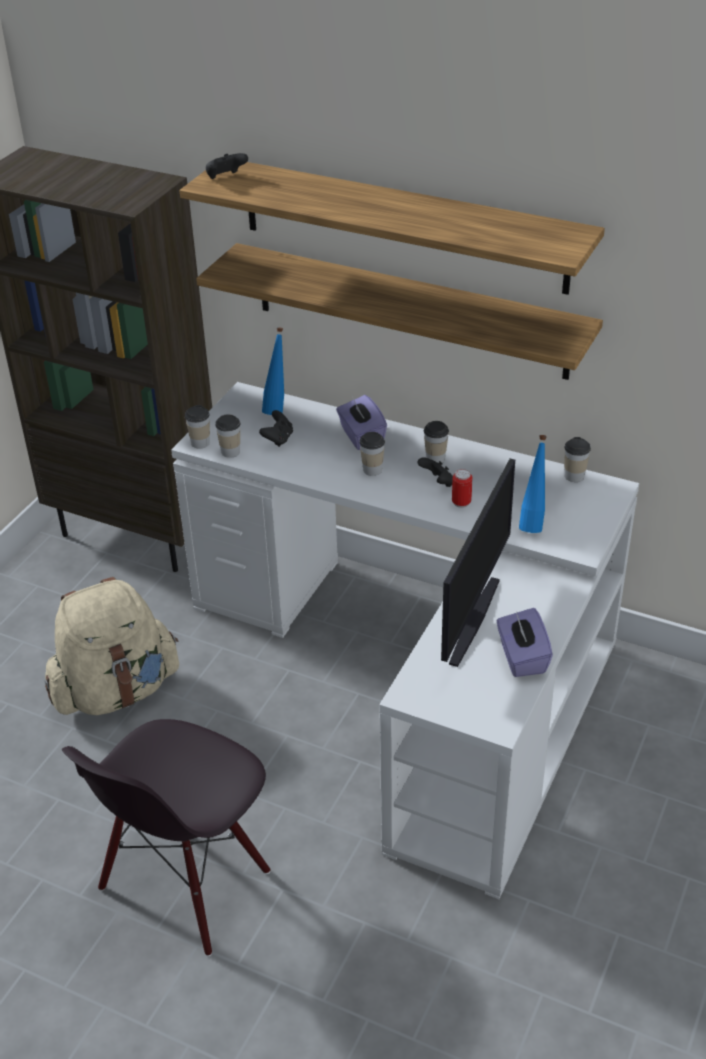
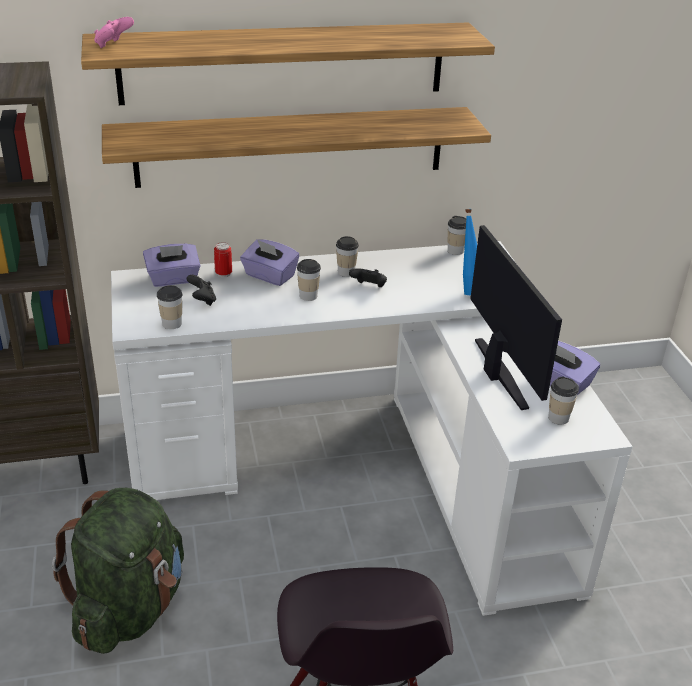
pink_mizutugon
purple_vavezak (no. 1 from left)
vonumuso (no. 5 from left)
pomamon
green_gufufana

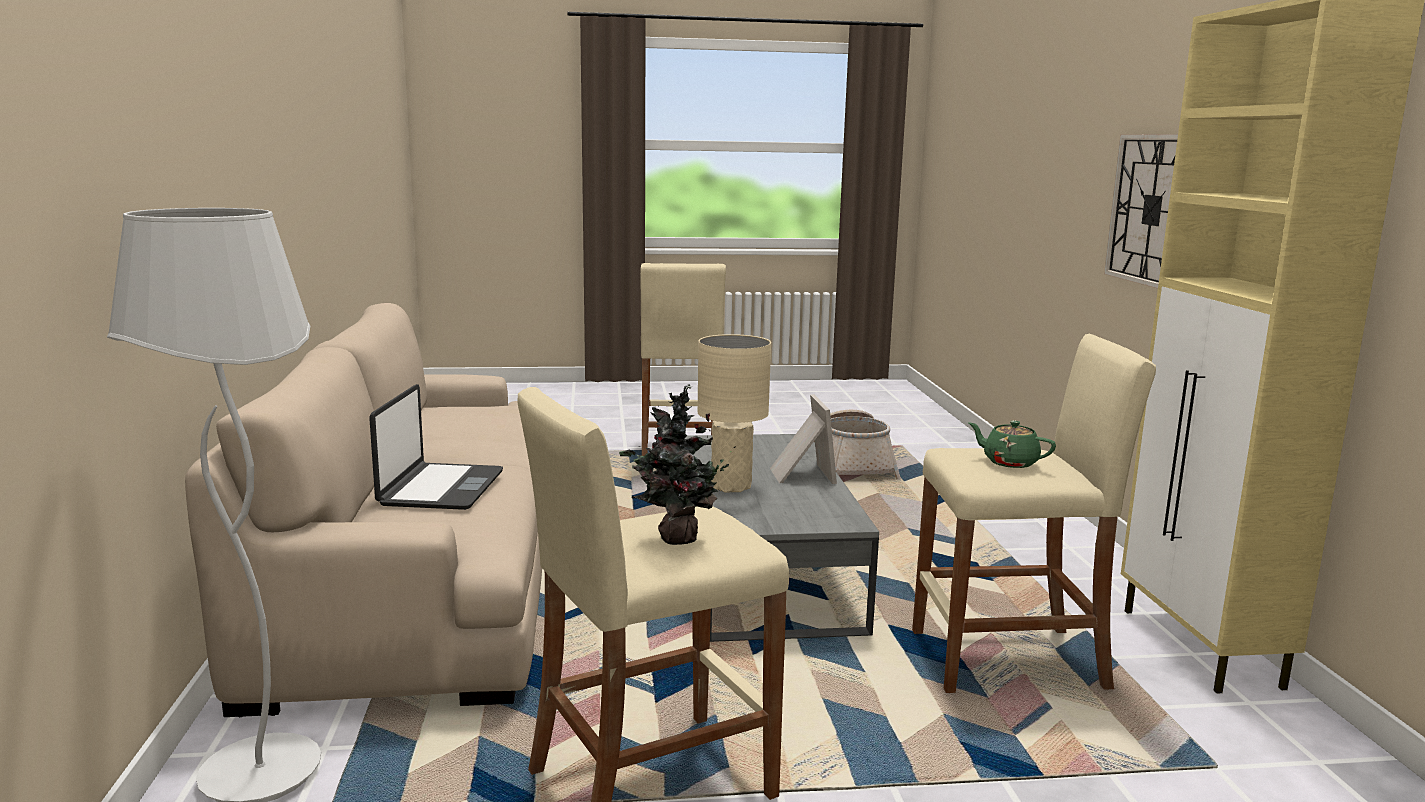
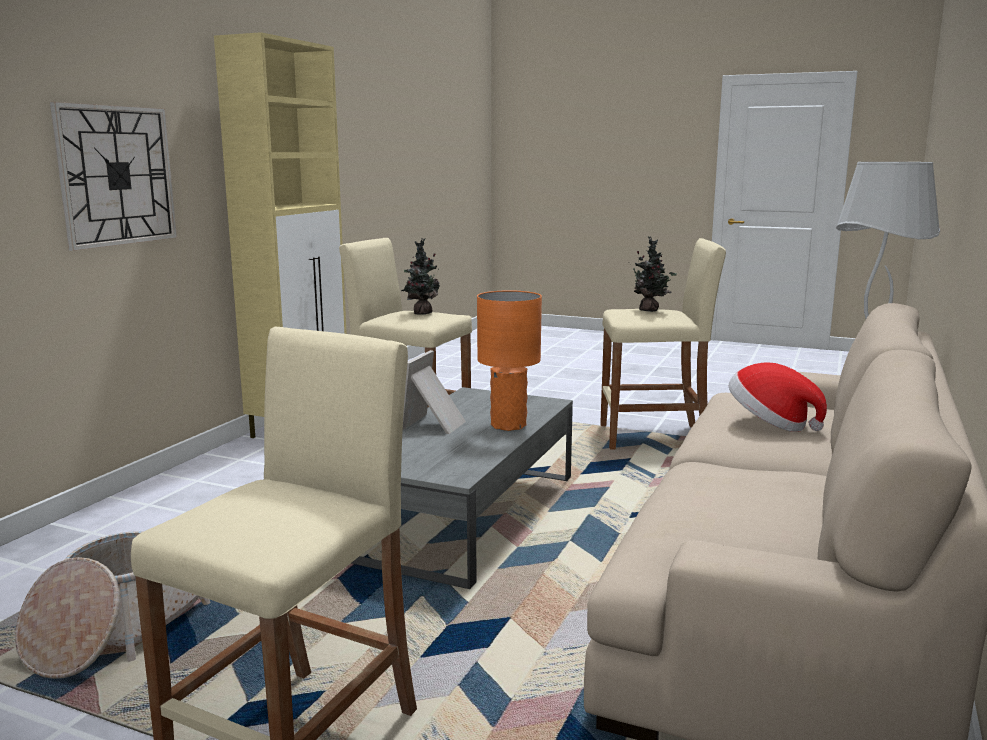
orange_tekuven
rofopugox
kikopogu (no. 1 from left)

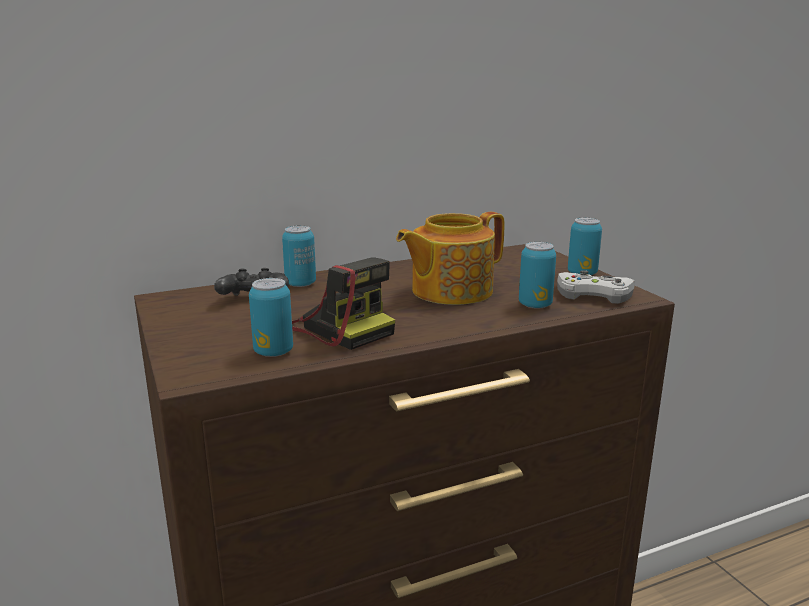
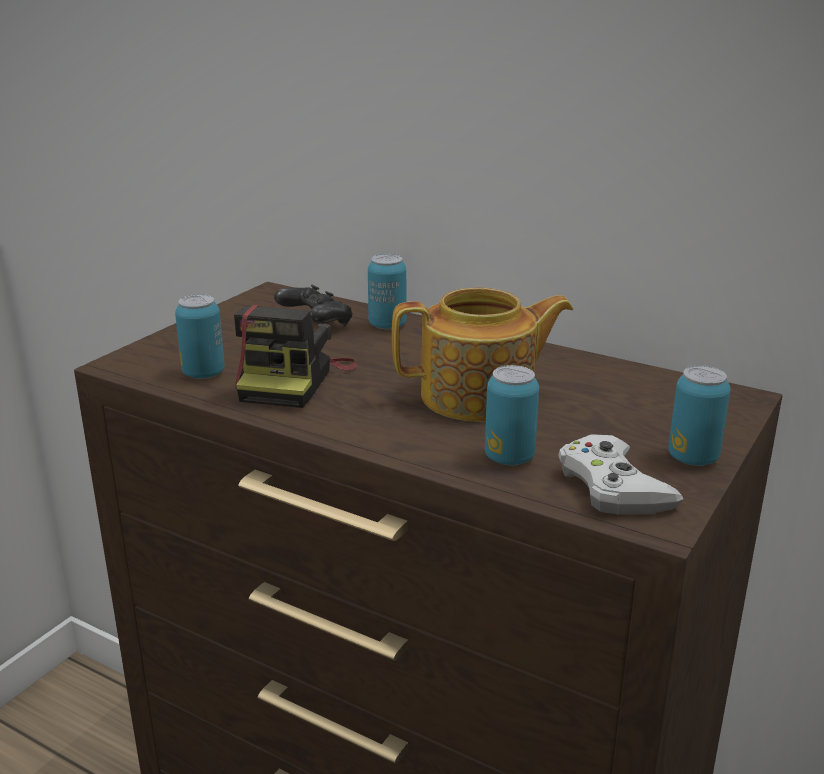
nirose

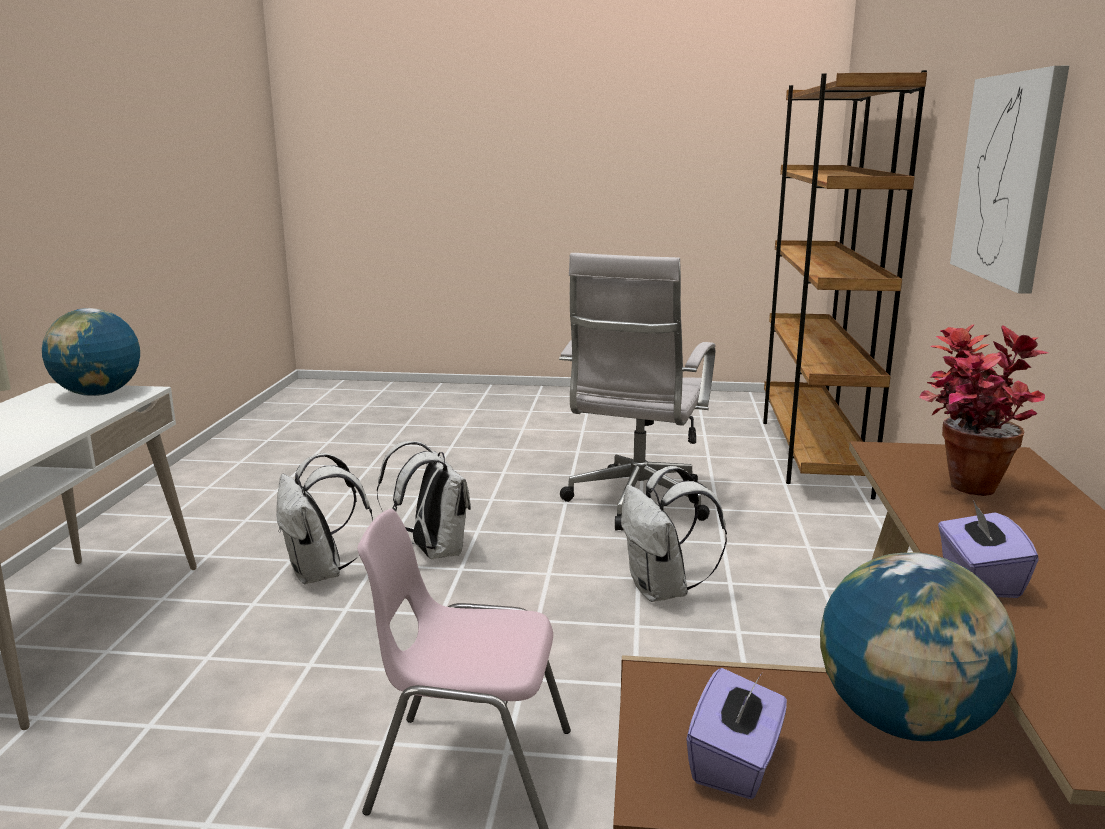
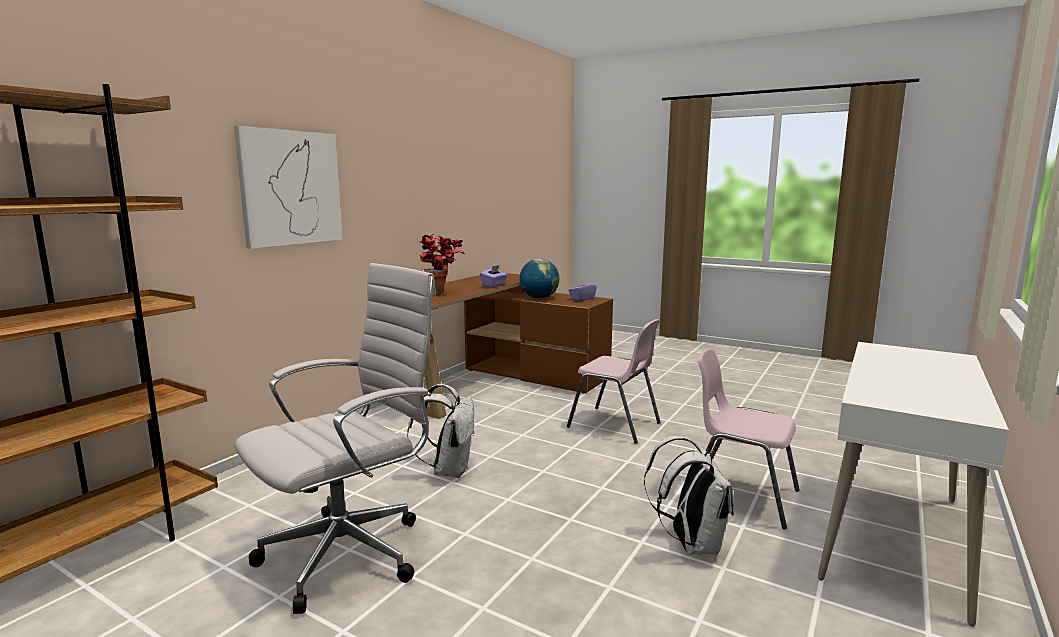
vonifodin (no. 1 from left in the first image)
white_gufufana (no. 2 from left in the first image)
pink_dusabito (no. 2 from left)

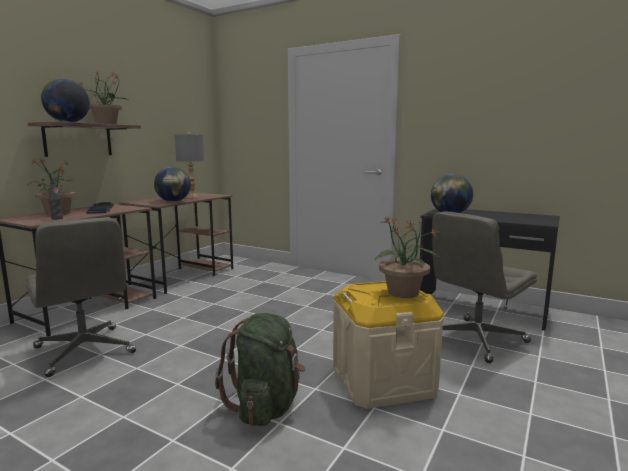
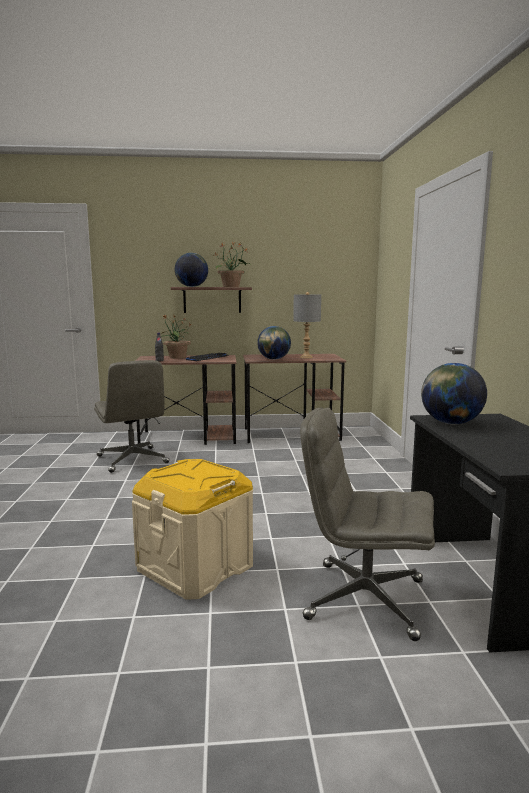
kikopogu (no. 3 from left in the first image)
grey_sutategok (no. 1 from left)
green_gufufana

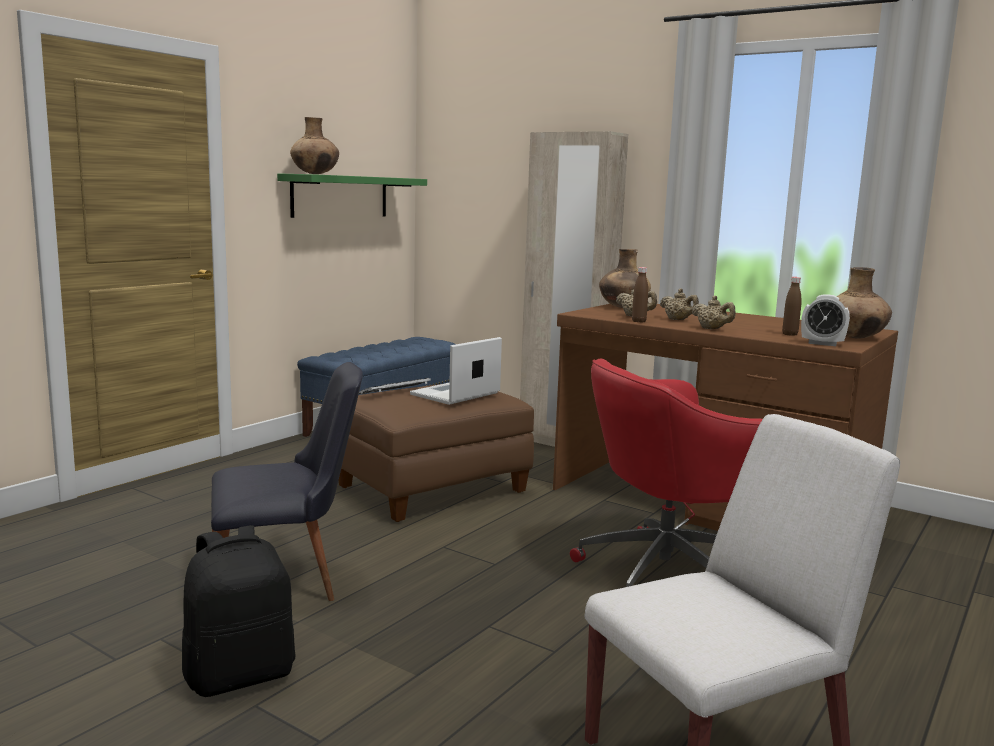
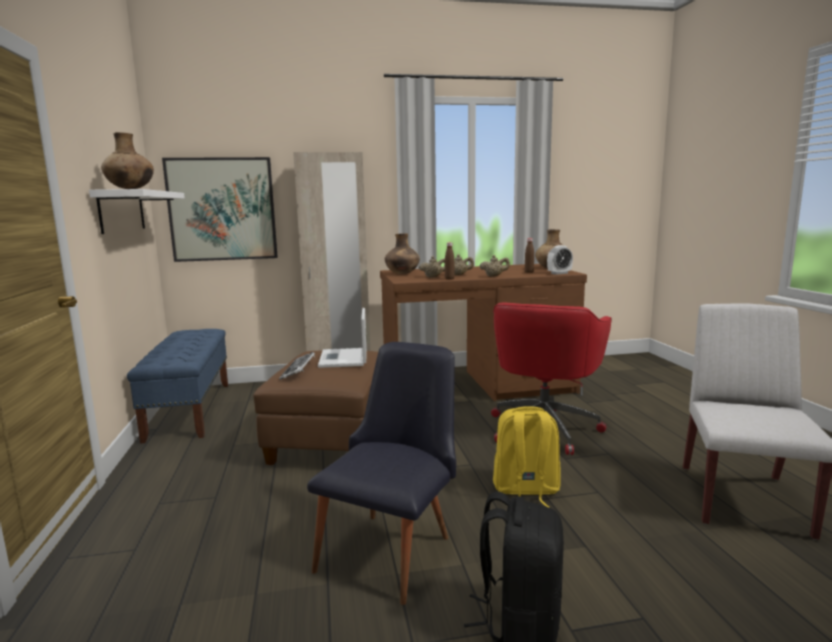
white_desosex
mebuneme
yellow_gufufana

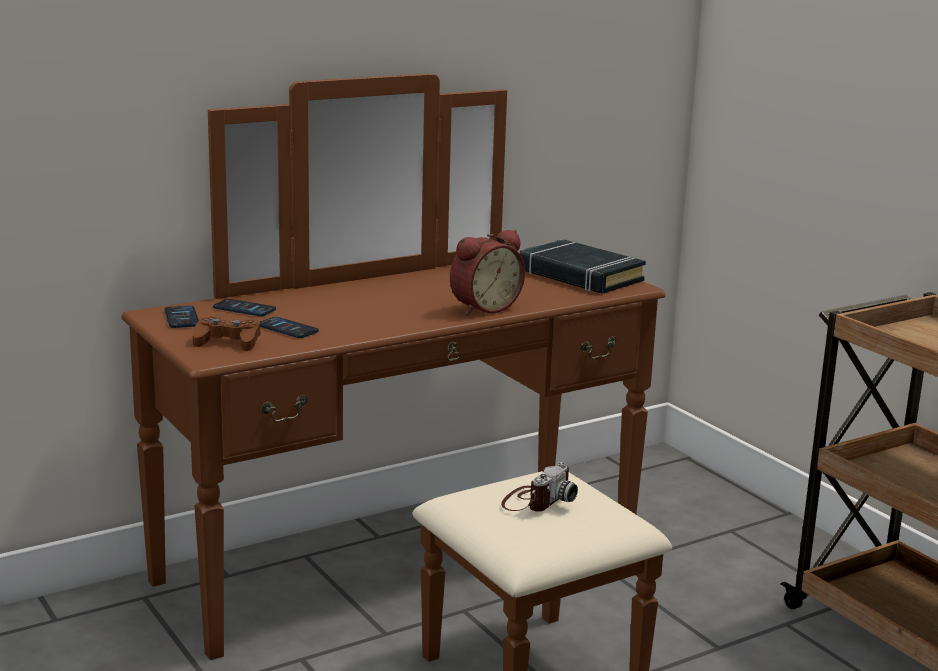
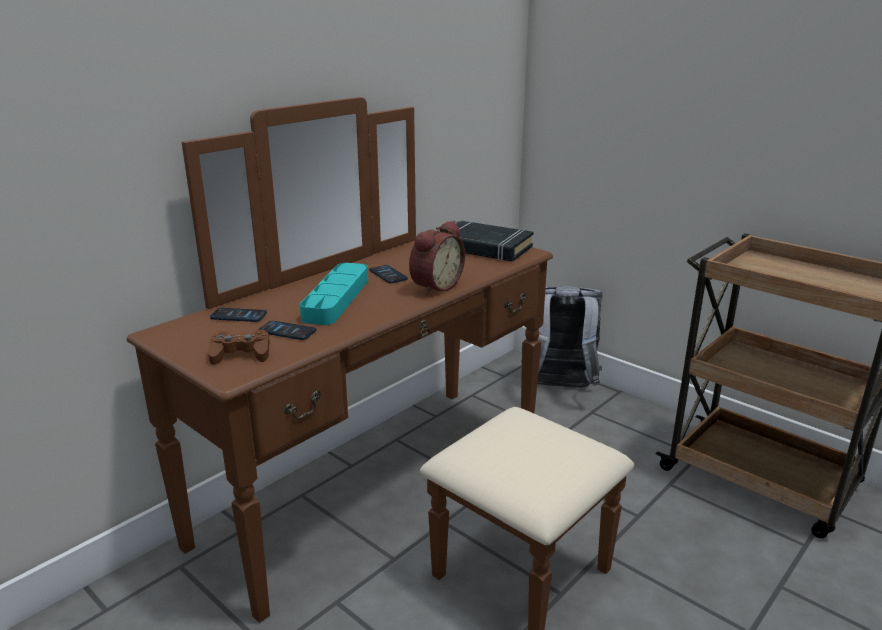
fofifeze (no. 3 from left)
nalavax
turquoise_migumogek
grey_gufufana

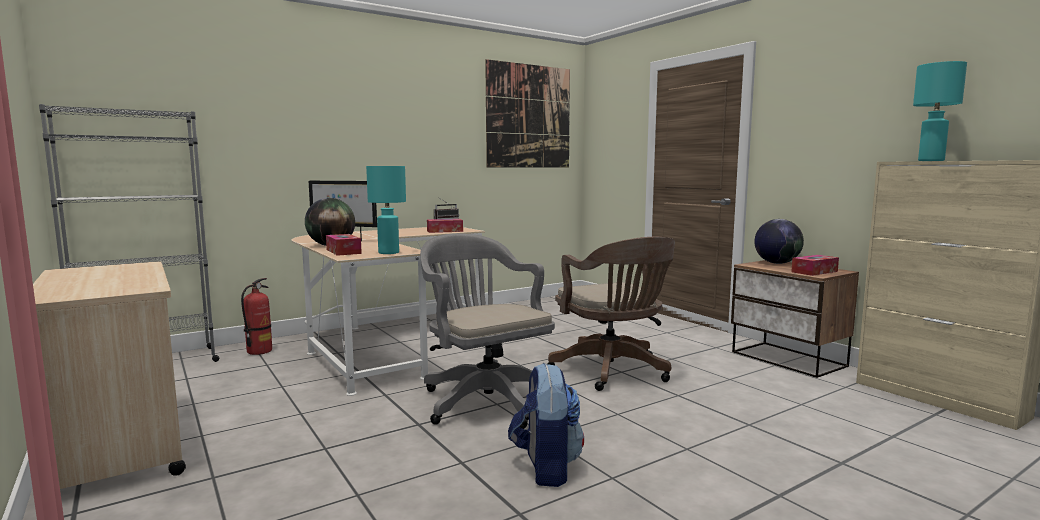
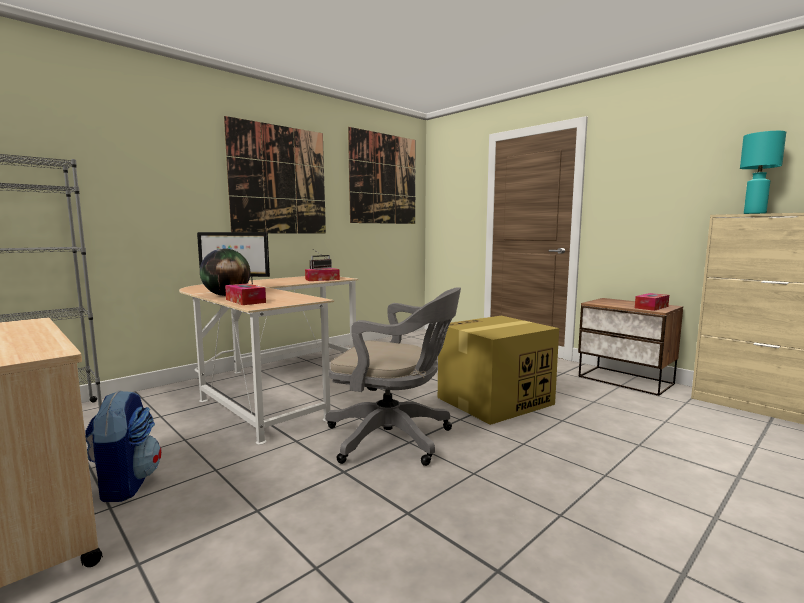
turquoise_tekuven (no. 1 from left in the first image)
vonifodin (no. 2 from left in the first image)
grey_sutategok
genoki
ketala
gufufana
mebuneme (no. 1 from left)

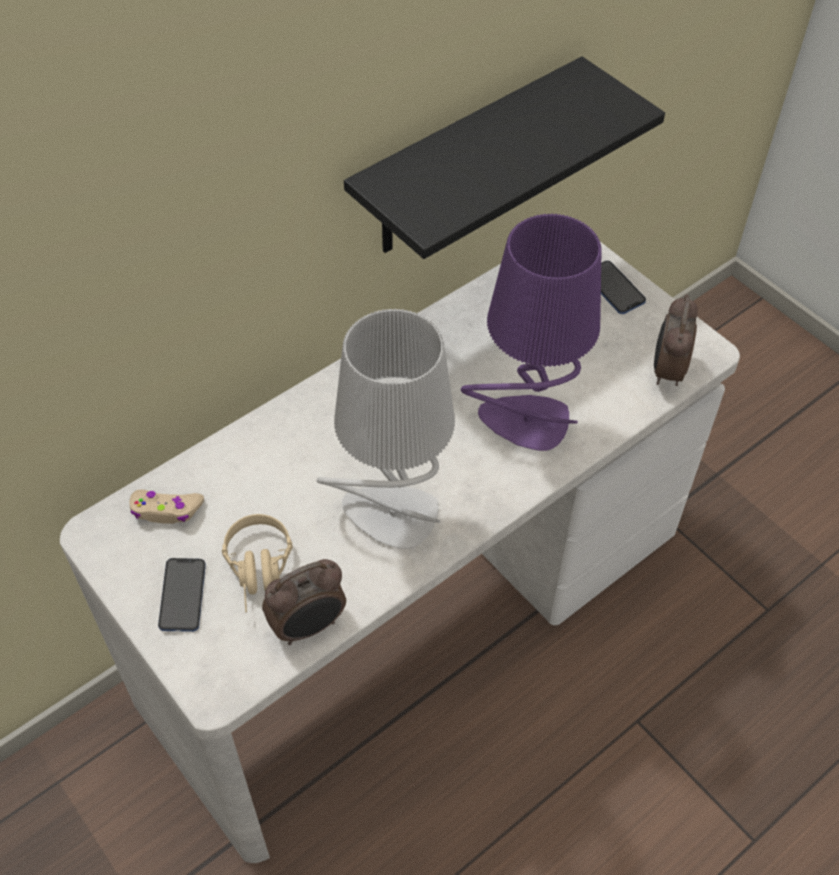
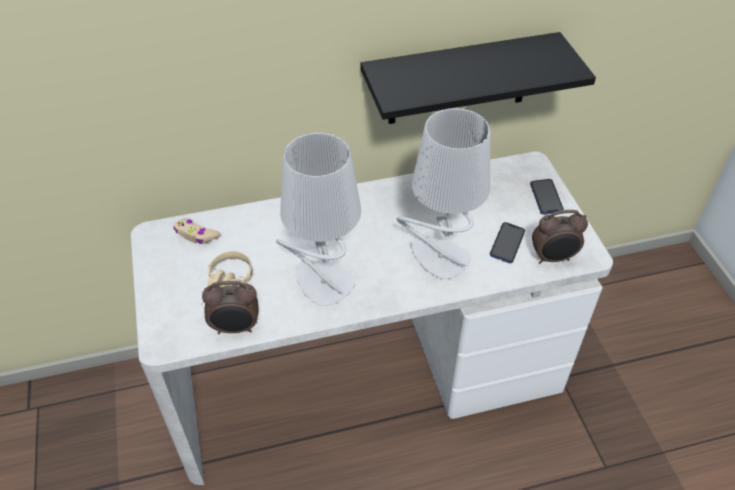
grey_tekuven (no. 2 from left)
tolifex (no. 2 from left)
fofifeze (no. 1 from left)

